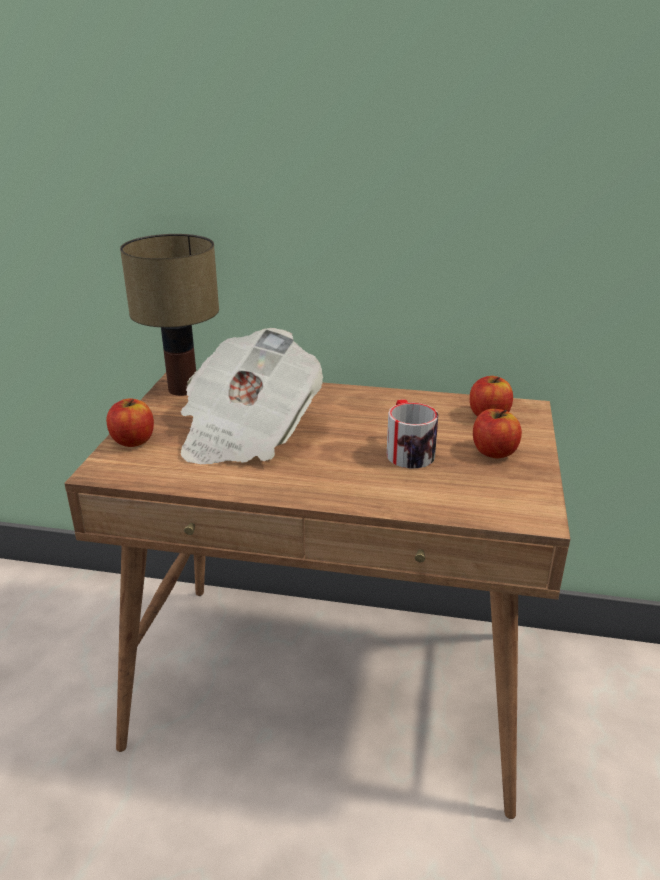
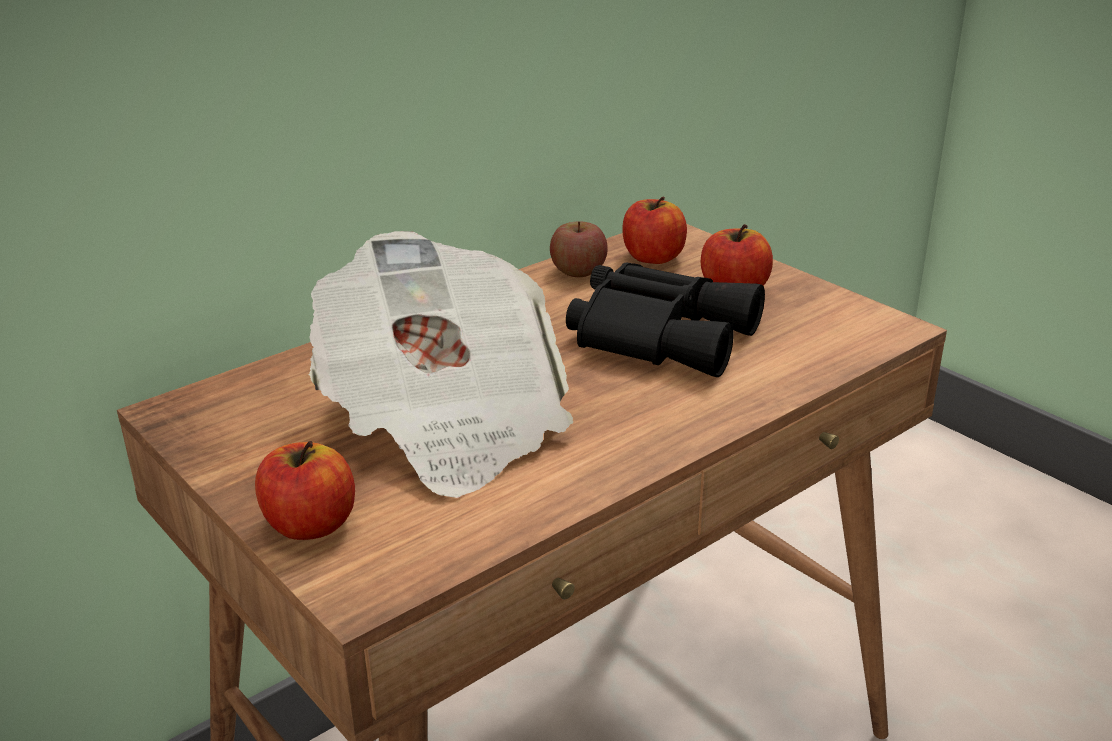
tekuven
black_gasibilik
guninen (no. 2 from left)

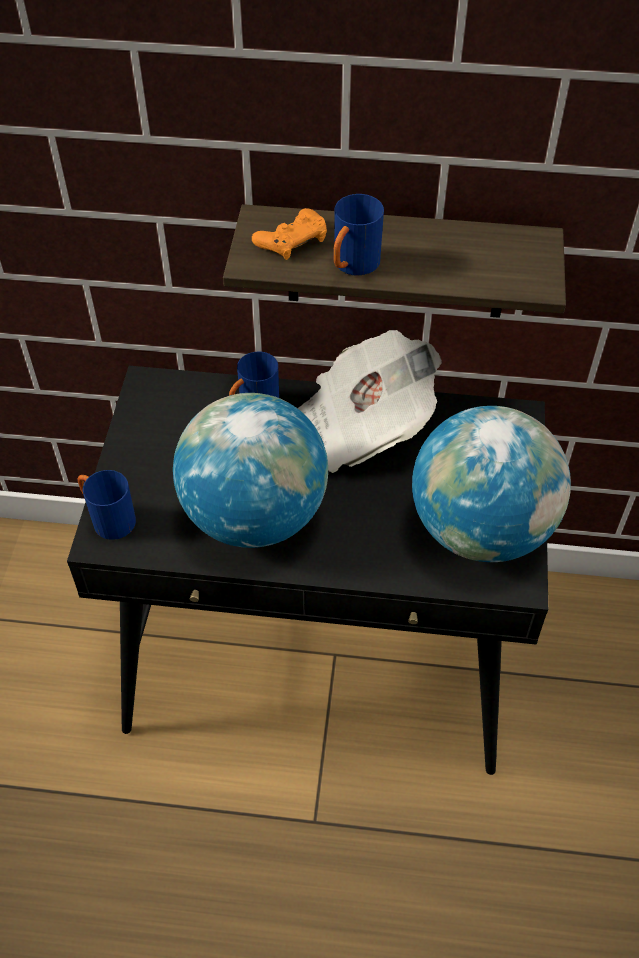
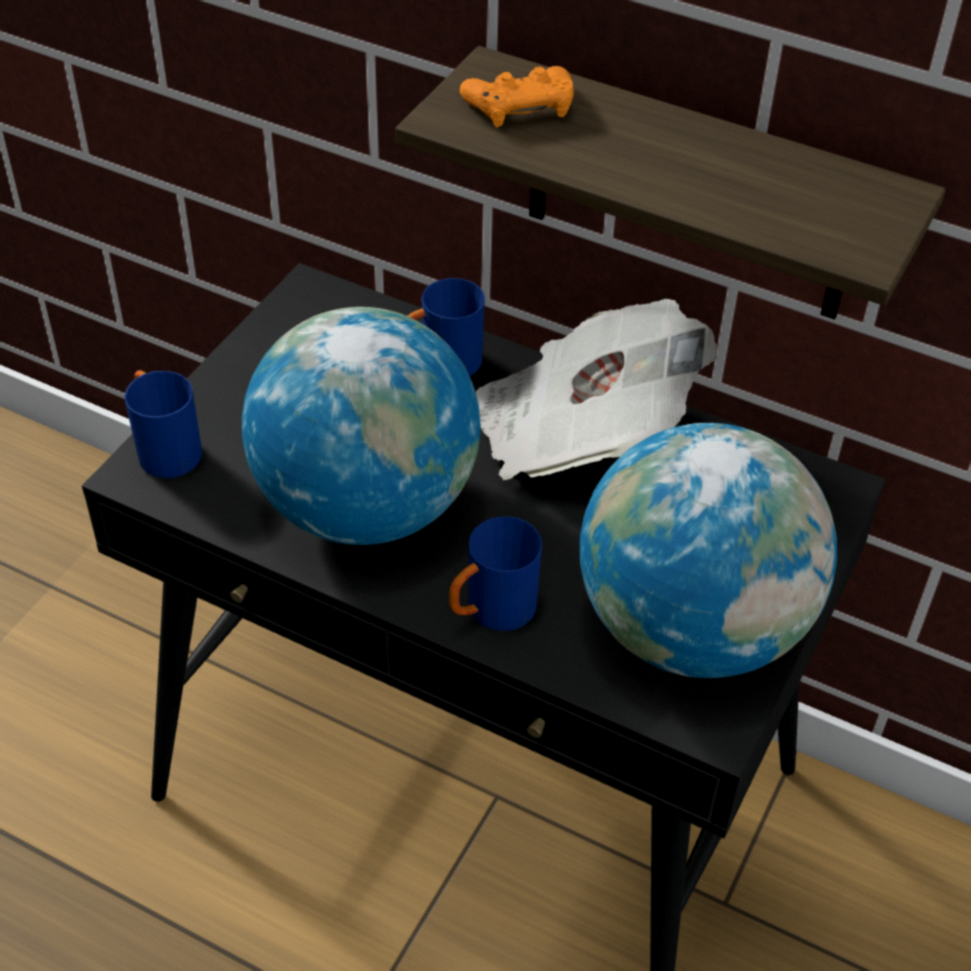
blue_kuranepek (no. 3 from left)

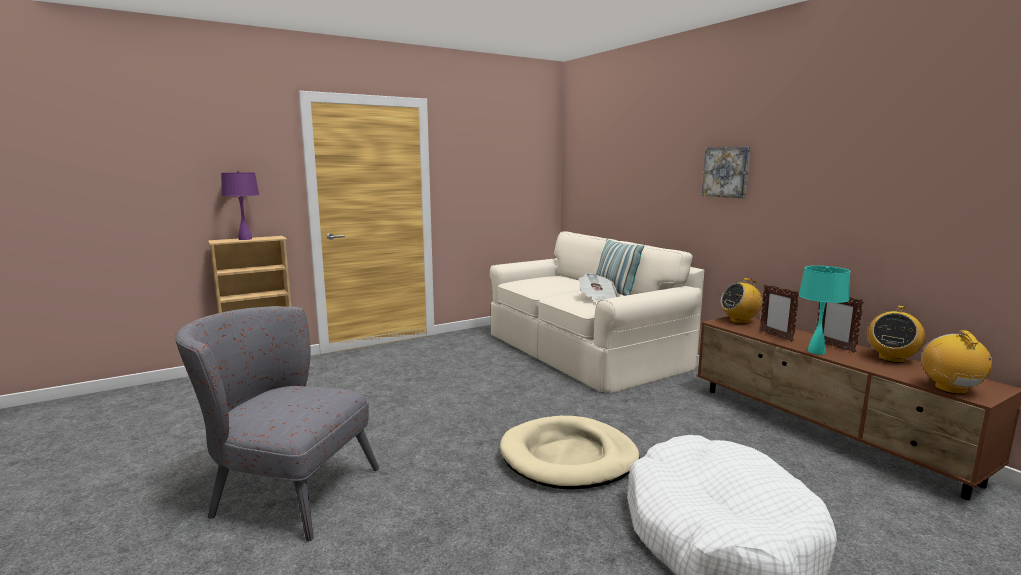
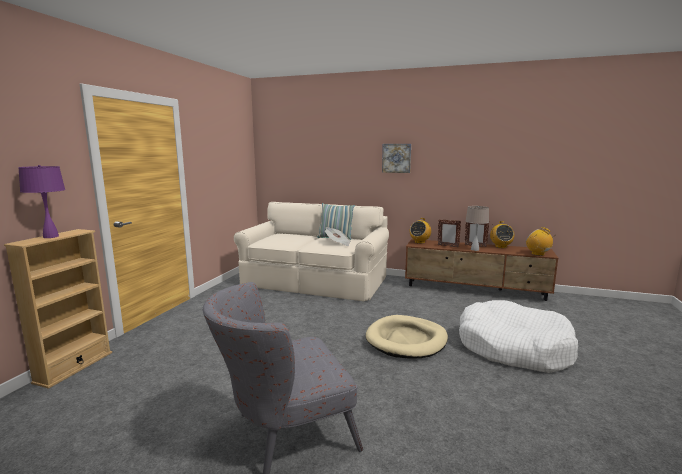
beige_tekuven

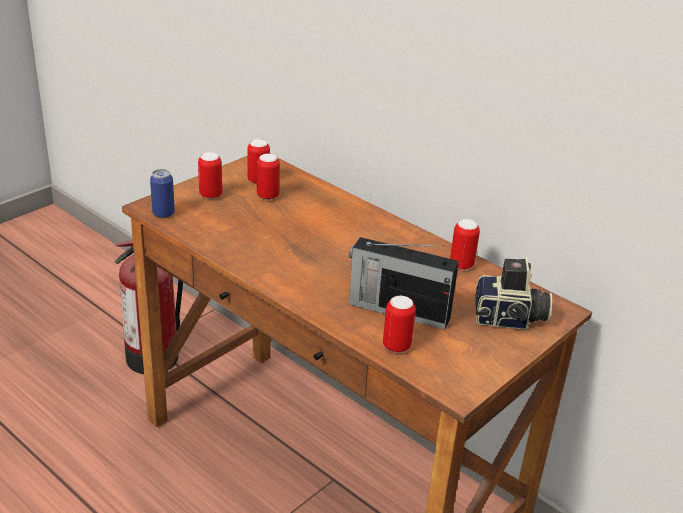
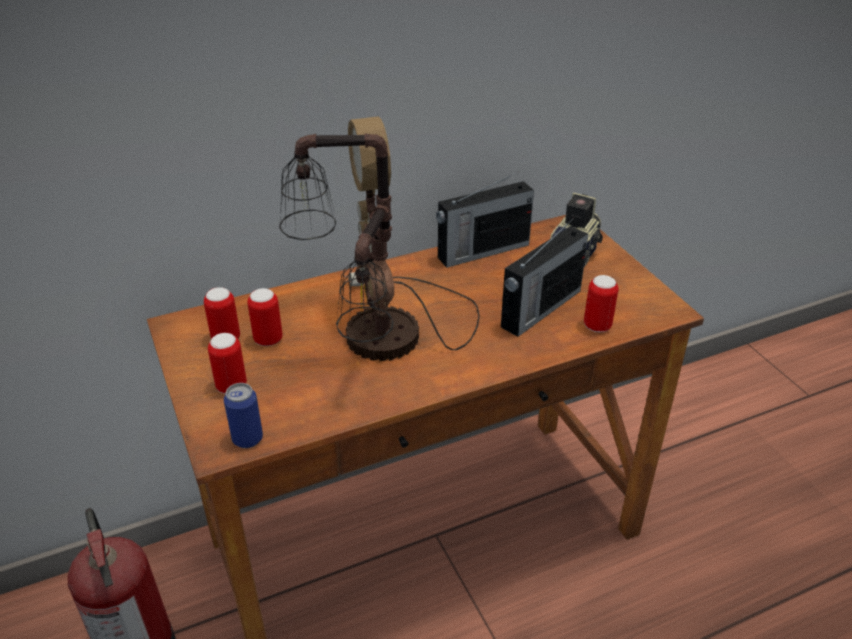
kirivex (no. 1 from left)
tekuven

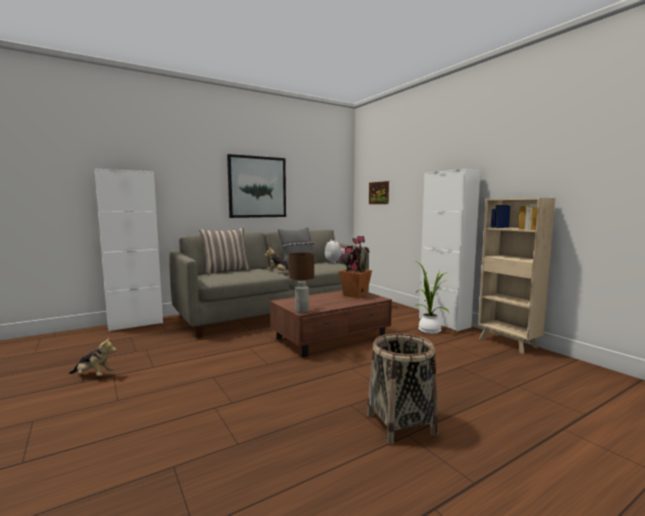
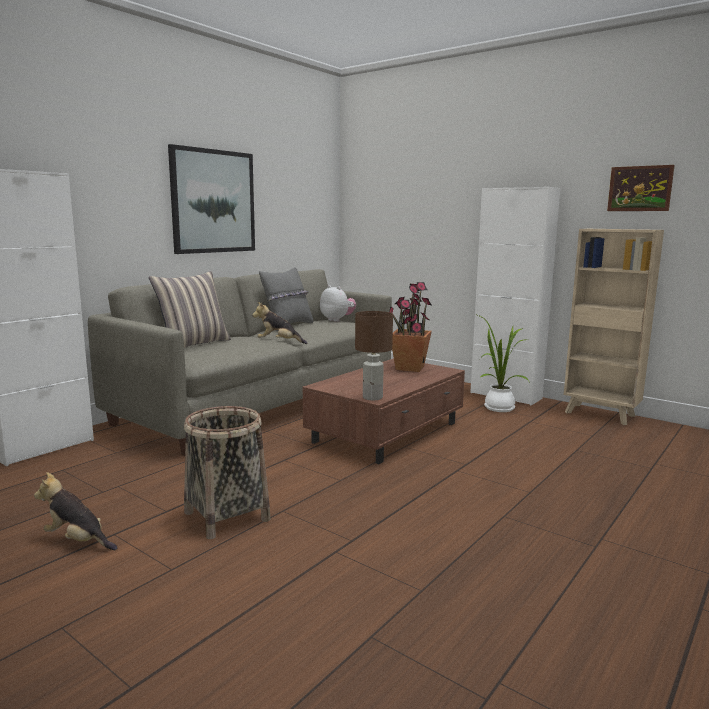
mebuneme (no. 2 from left)
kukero
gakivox (no. 1 from left)

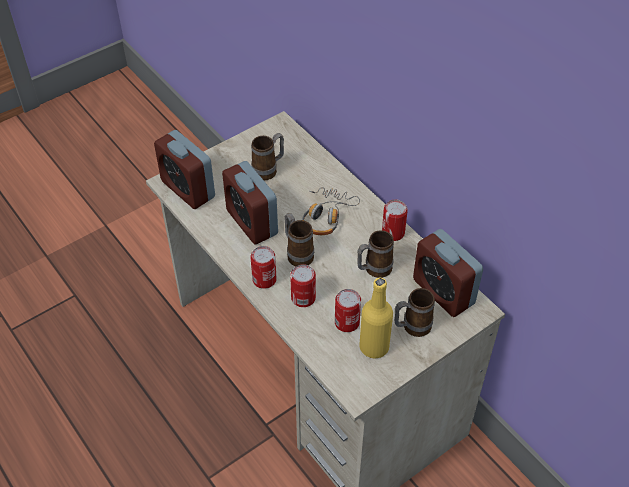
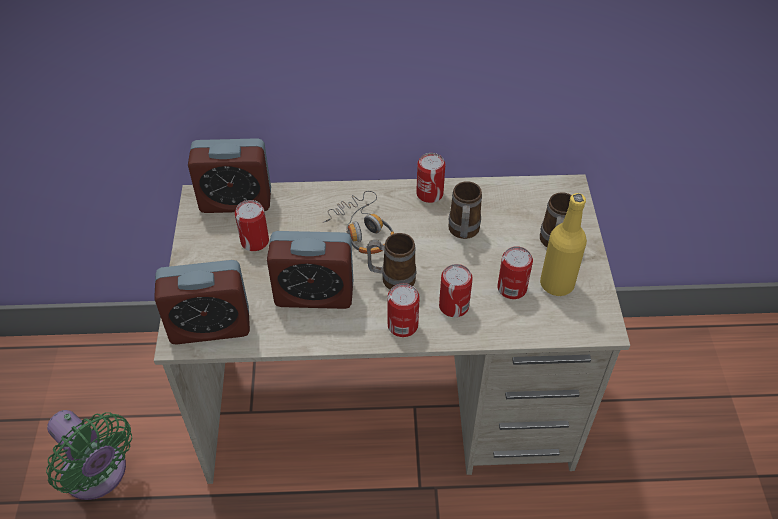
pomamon (no. 1 from left)
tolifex (no. 2 from left)
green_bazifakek

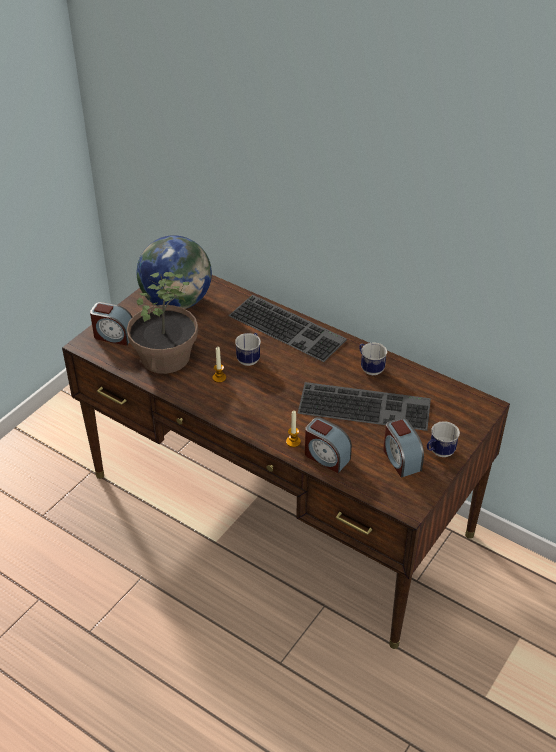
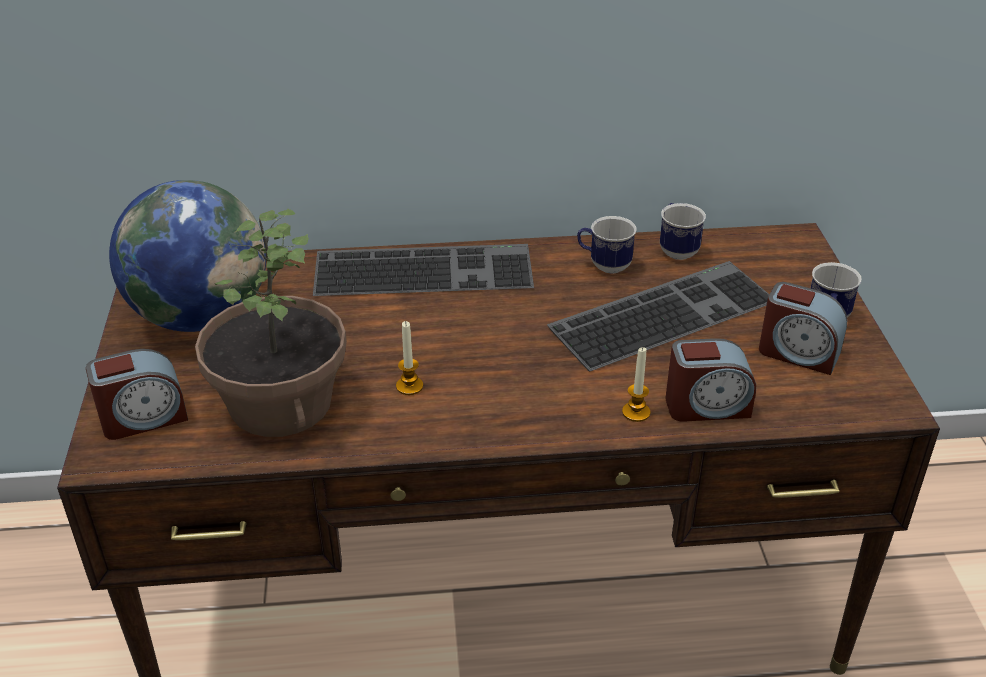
kuranepek (no. 2 from left)

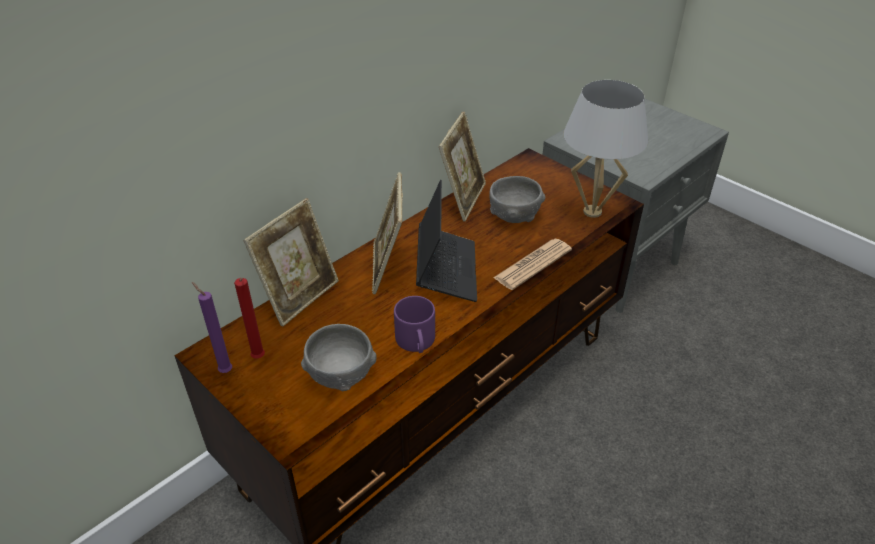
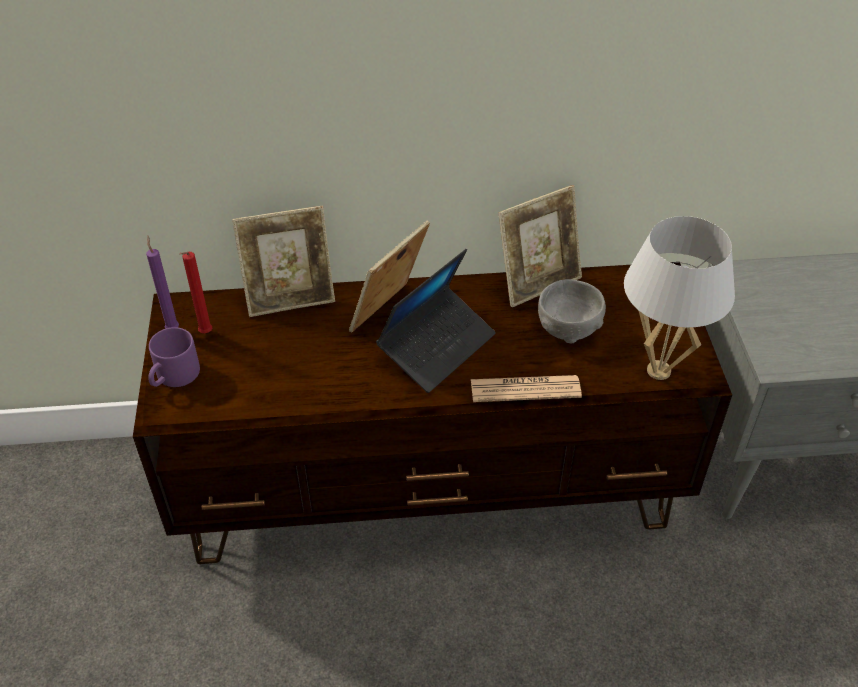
purple_kuranepek
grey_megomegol (no. 1 from left in the first image)

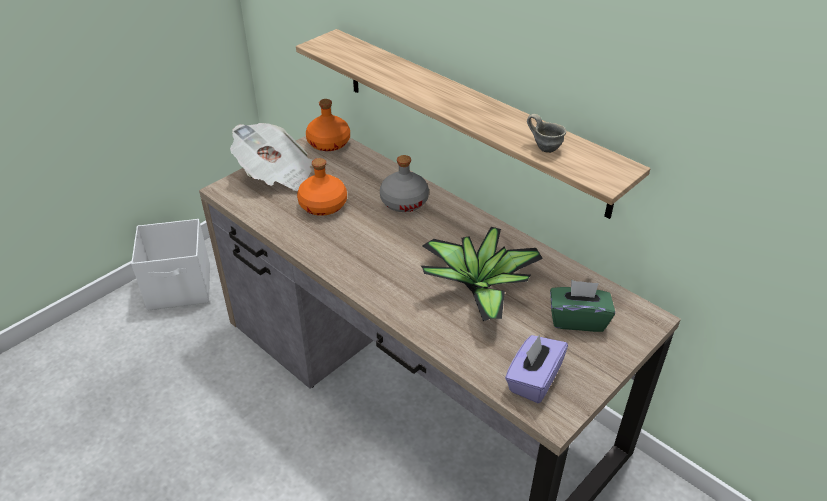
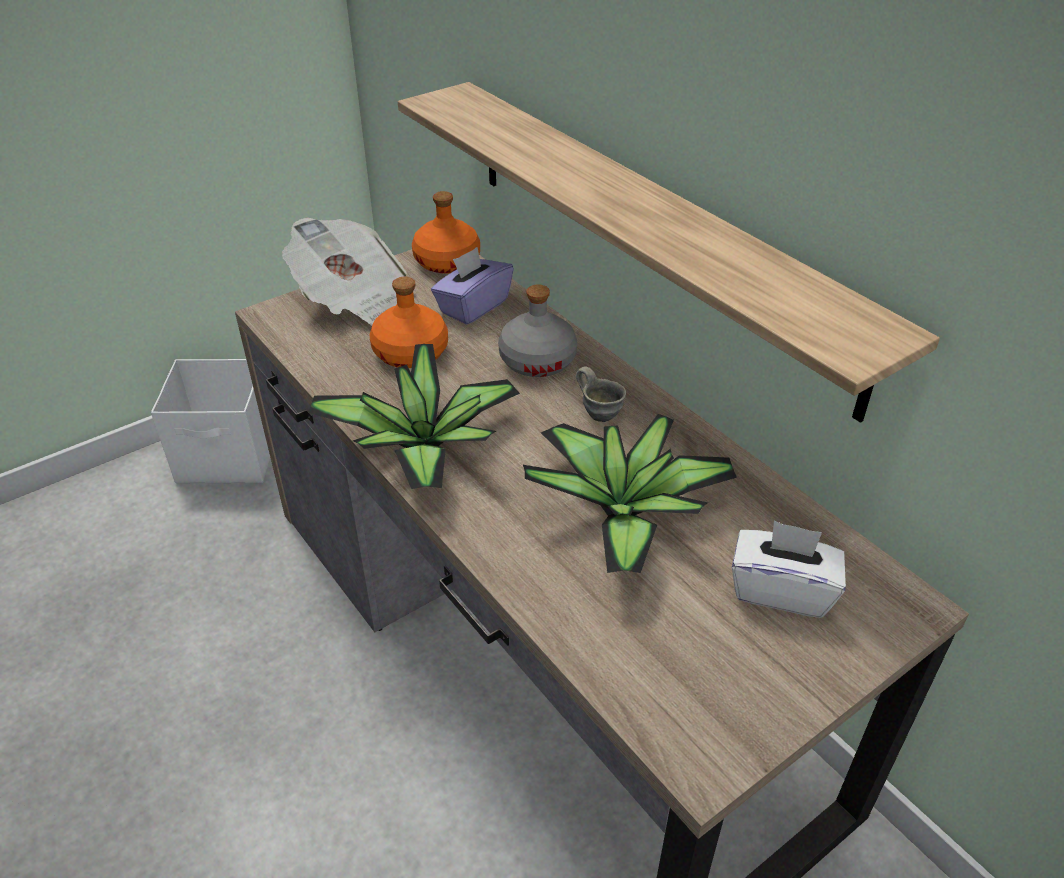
grey_kuranepek
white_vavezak
purple_vavezak
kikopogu (no. 1 from left)

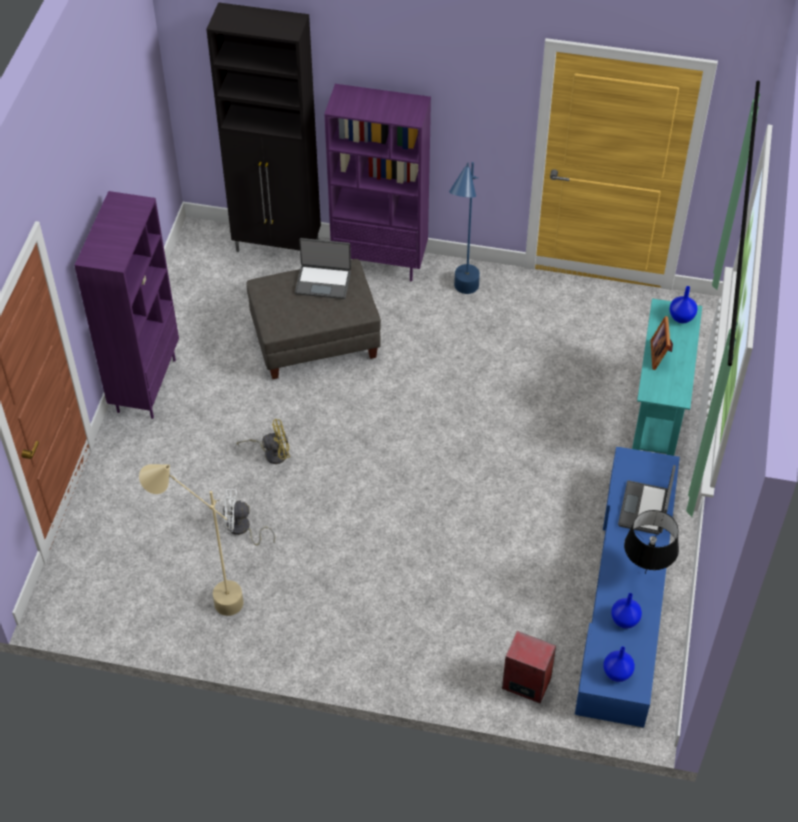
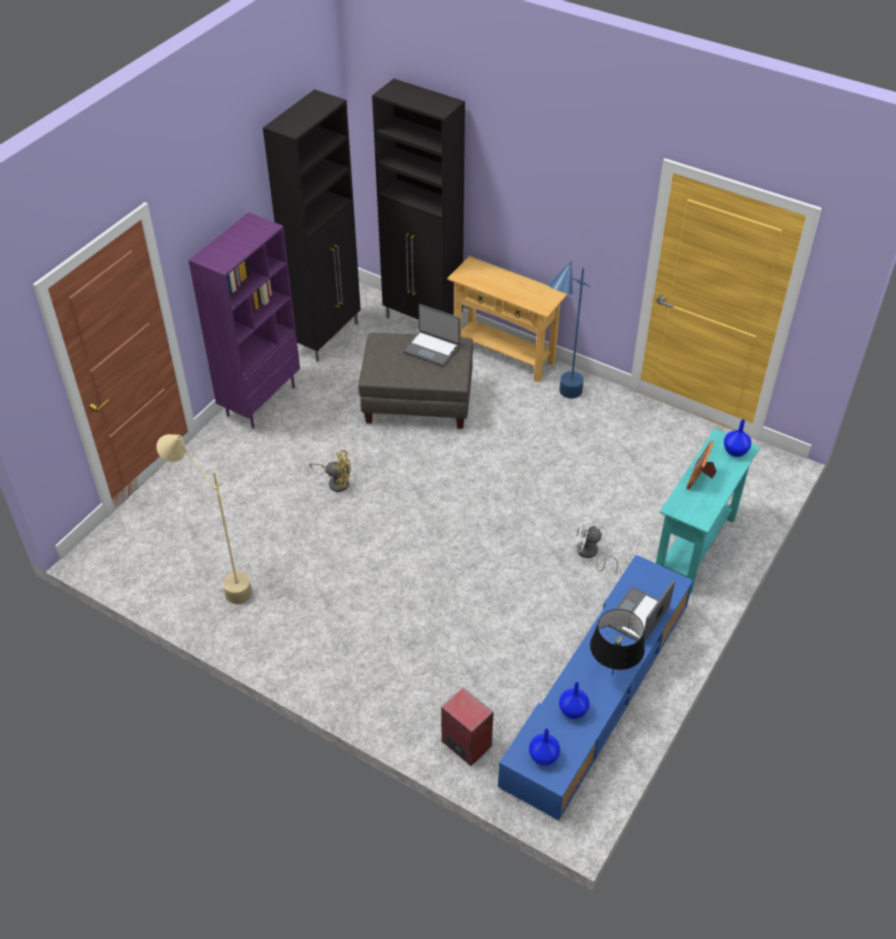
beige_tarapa
white_bazifakek
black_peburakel (no. 1 from left)

